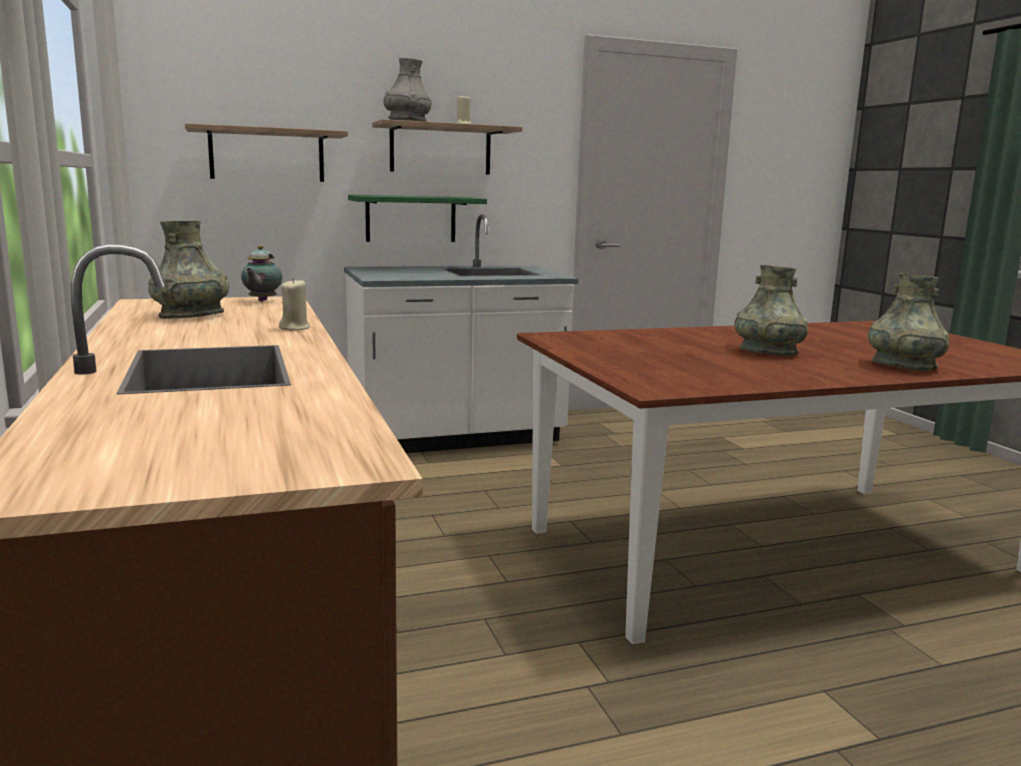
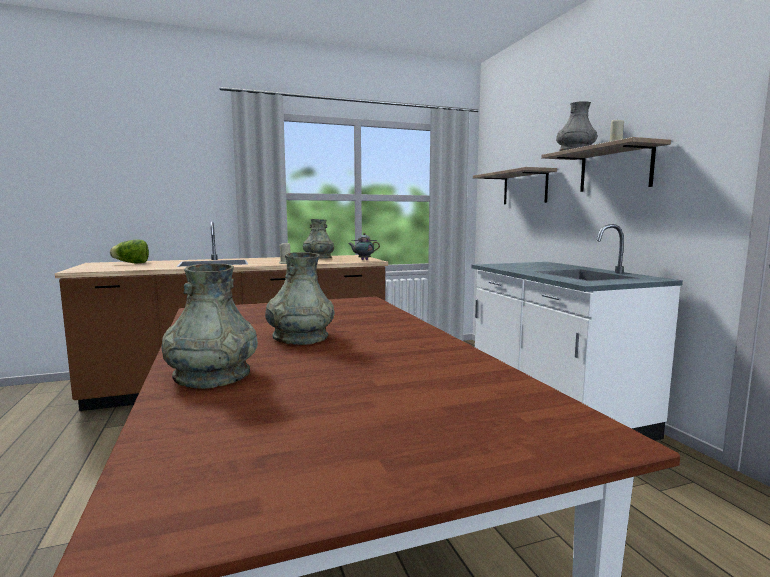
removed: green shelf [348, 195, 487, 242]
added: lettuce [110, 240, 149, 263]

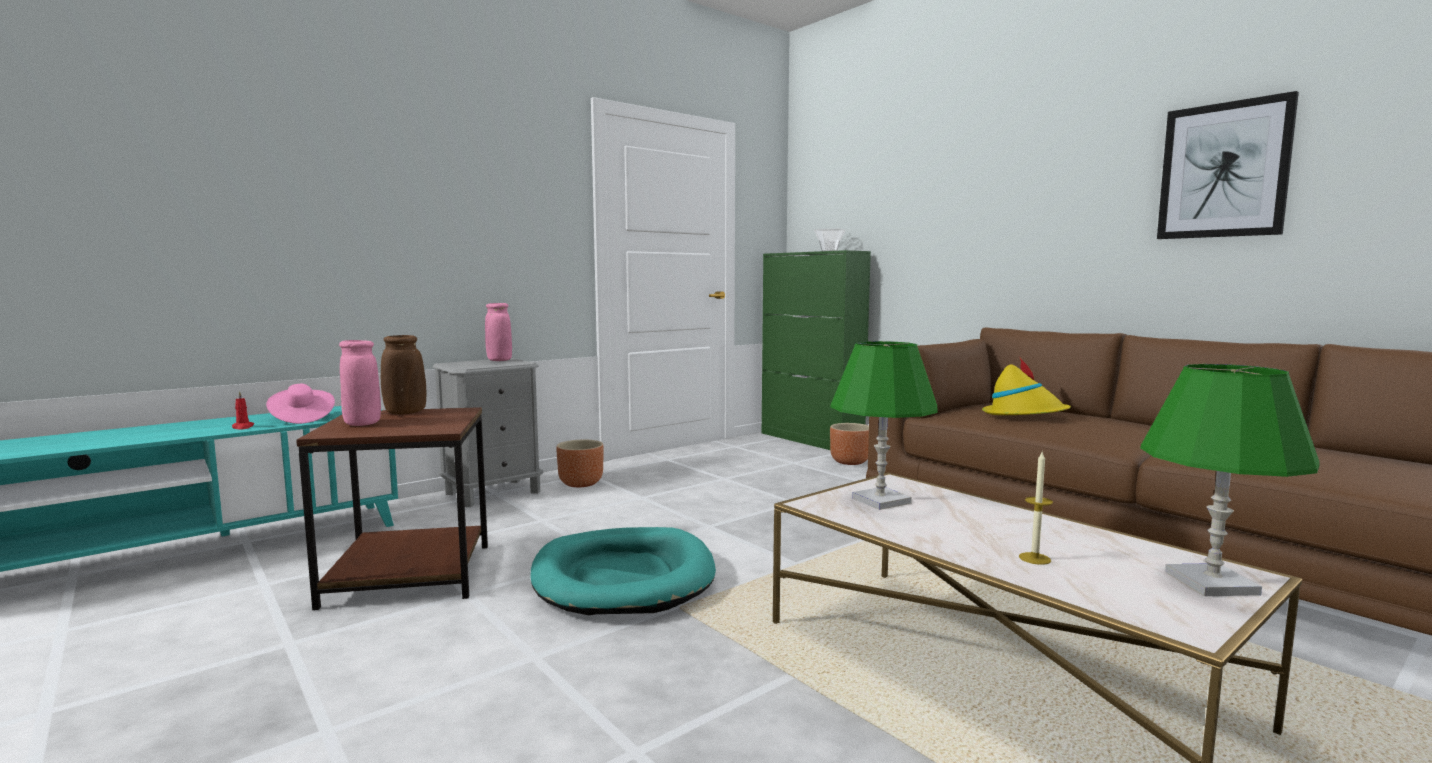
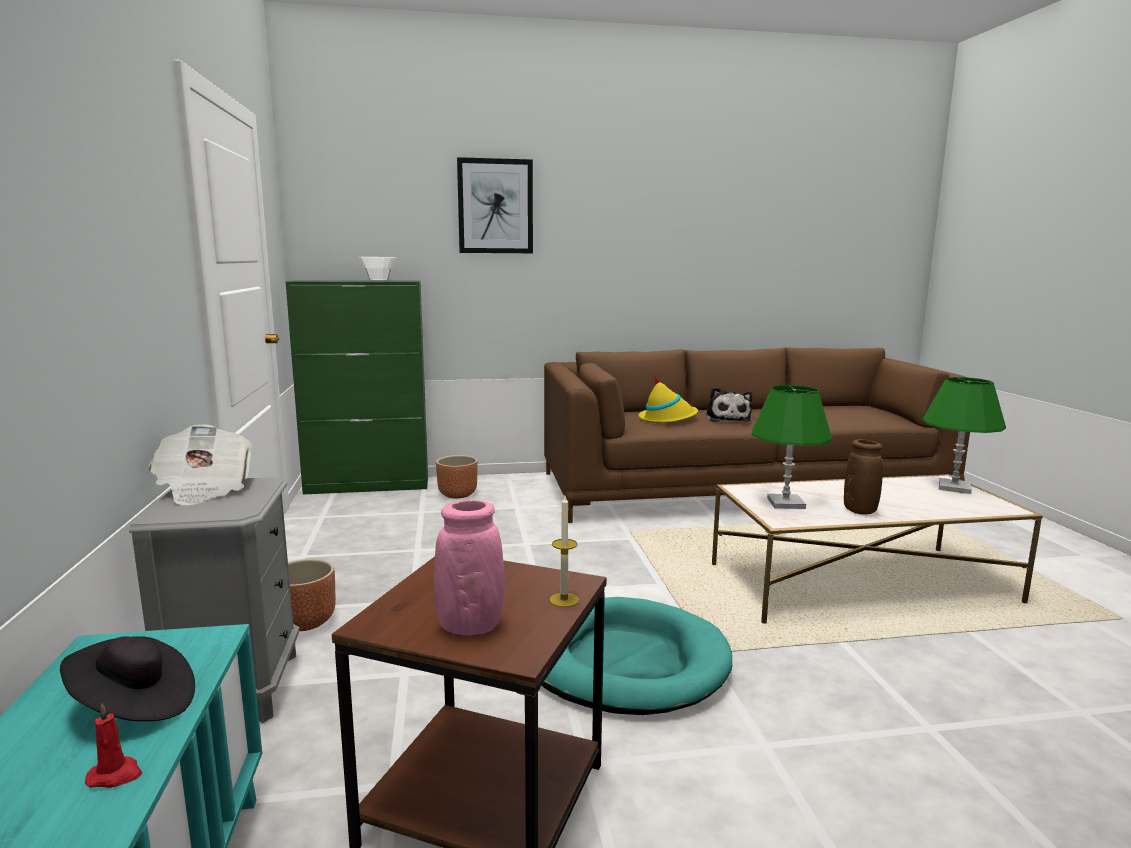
added: plush toy [706, 387, 752, 422]
moved: picture [1157, 91, 1299, 239] to [457, 157, 533, 253]; candle [1019, 450, 1053, 565] to [549, 496, 579, 607]; brown vase [381, 335, 426, 415] to [844, 439, 883, 515]
replaced: pink vase [485, 303, 512, 361] to newspaper [149, 424, 253, 506]
recoloured: pink hat [266, 384, 335, 424] to black hat [60, 636, 195, 721]

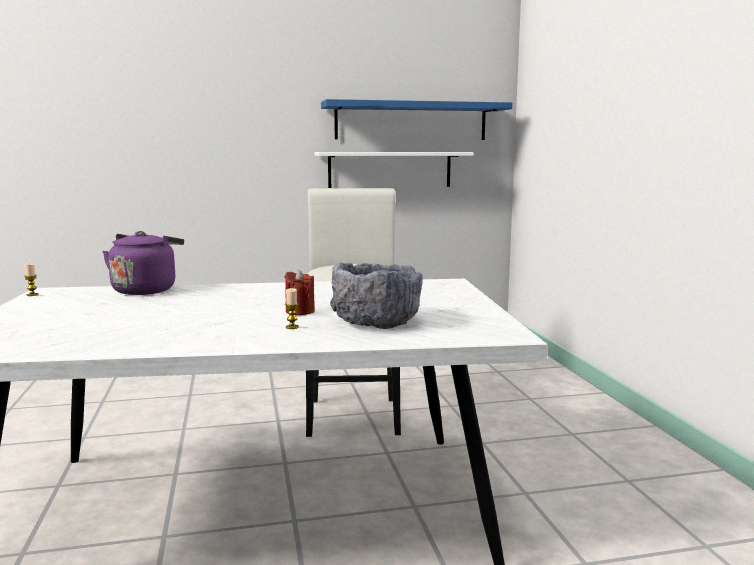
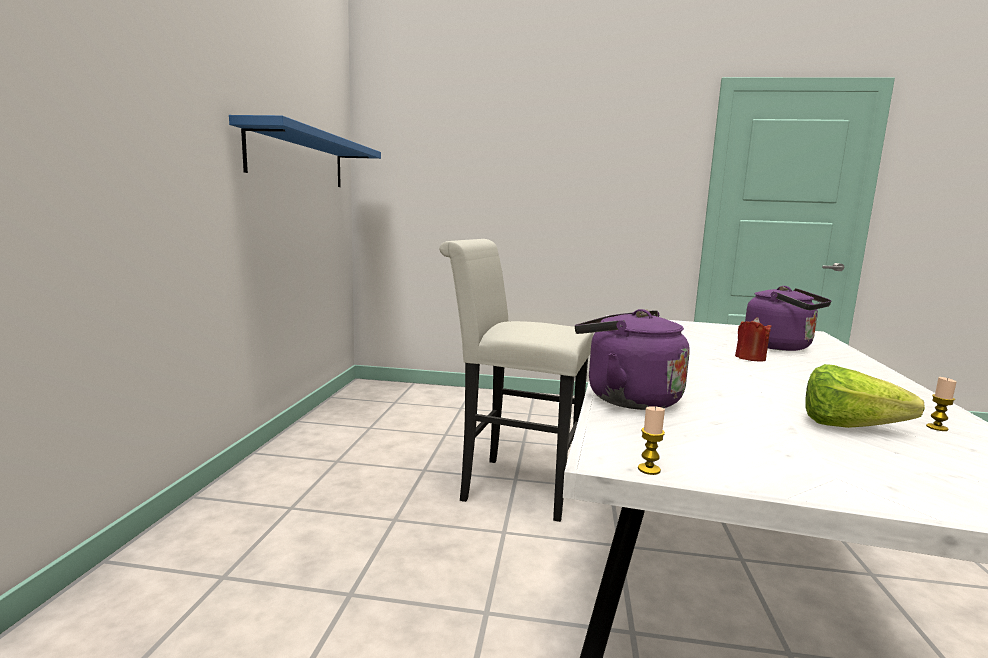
removed: white shelf [315, 152, 473, 188]
added: lettuce [805, 364, 925, 428]
moved: candle [285, 288, 299, 329] to [926, 377, 956, 431]
replaced: grey bowl [330, 262, 423, 329] to purple kettle [745, 286, 831, 351]

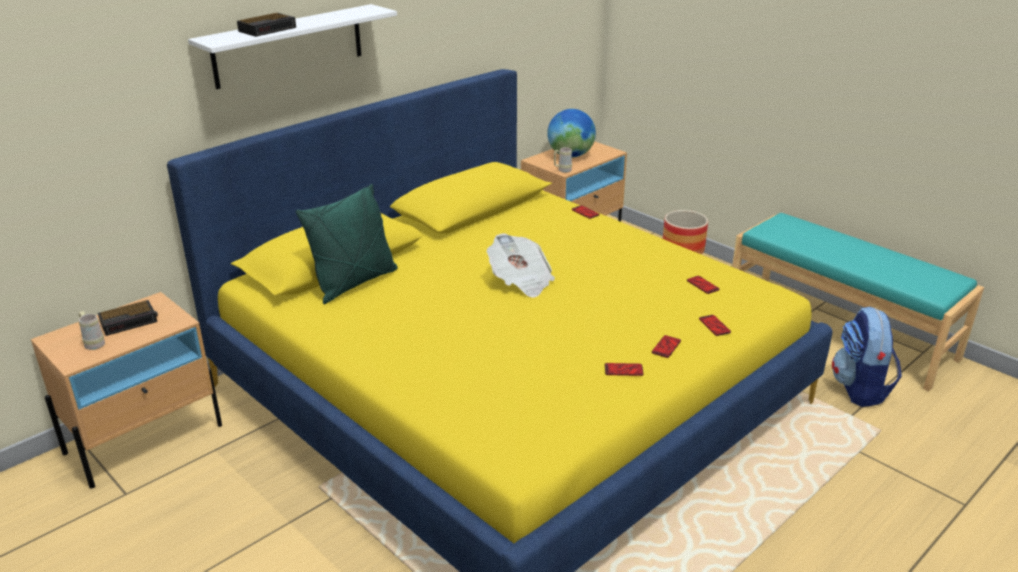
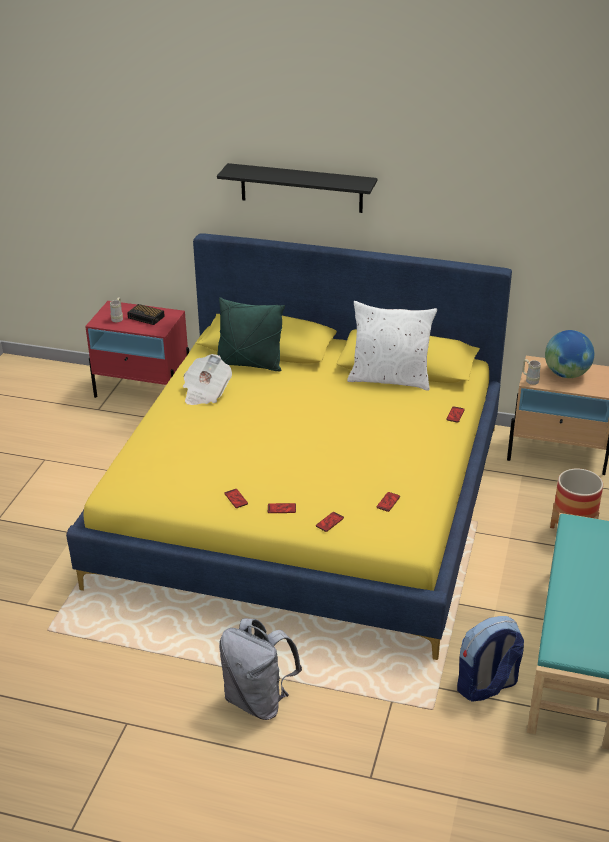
removed: alarm clock [237, 13, 296, 37]
added: grey backpack [219, 618, 302, 720]; white pillow [347, 301, 437, 391]
moved: newspaper [487, 233, 555, 298] to [183, 354, 232, 405]
recoloured: beige nightstand [31, 292, 222, 489] to red nightstand [85, 301, 189, 398]; white shelf [188, 4, 397, 89] to black shelf [217, 163, 377, 213]

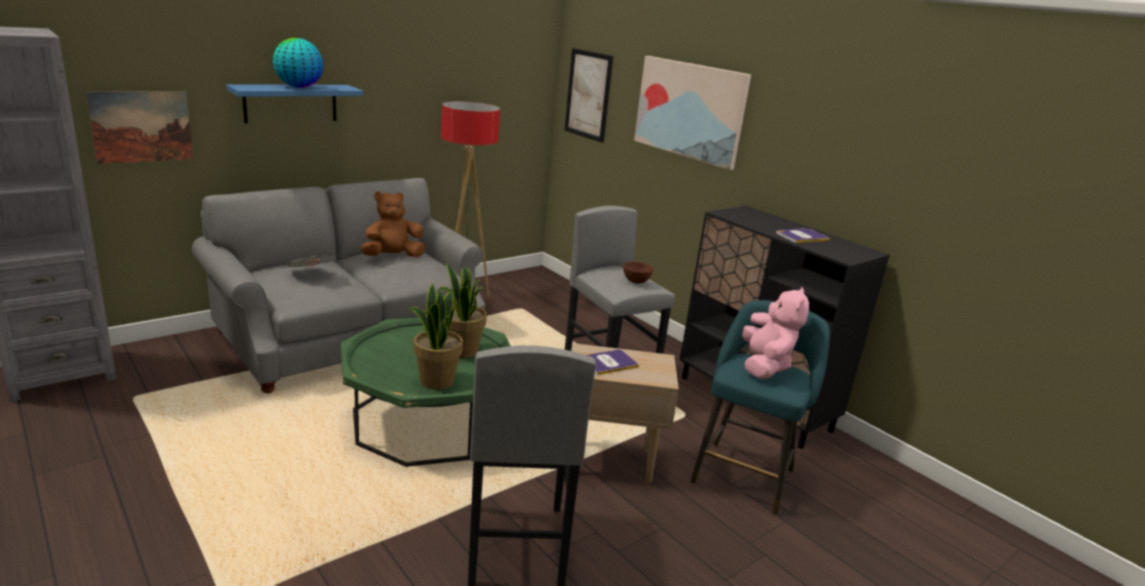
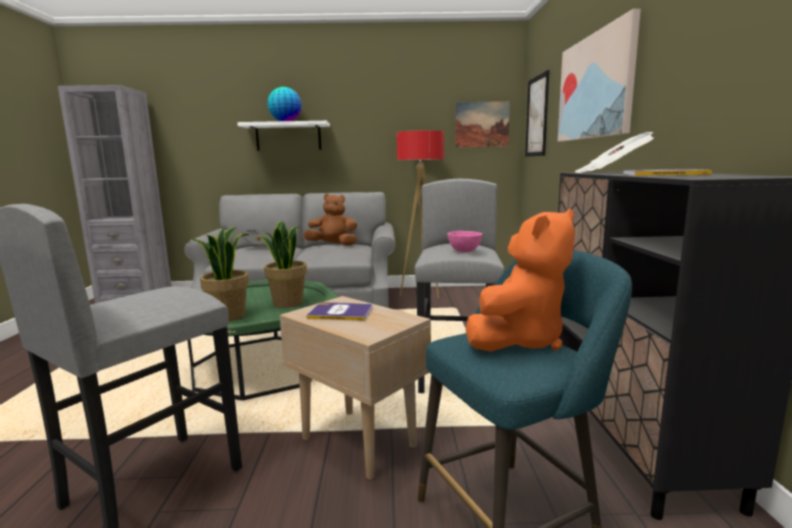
added: newspaper [575, 132, 654, 173]
moved: picture [86, 91, 194, 164] to [455, 101, 510, 147]
recoloured: blue shelf [226, 84, 363, 123] to white shelf [237, 121, 330, 151]; brown bowl [623, 262, 653, 284] to pink bowl [448, 231, 482, 252]; pink plush toy [742, 287, 809, 379] to orange plush toy [466, 209, 575, 352]

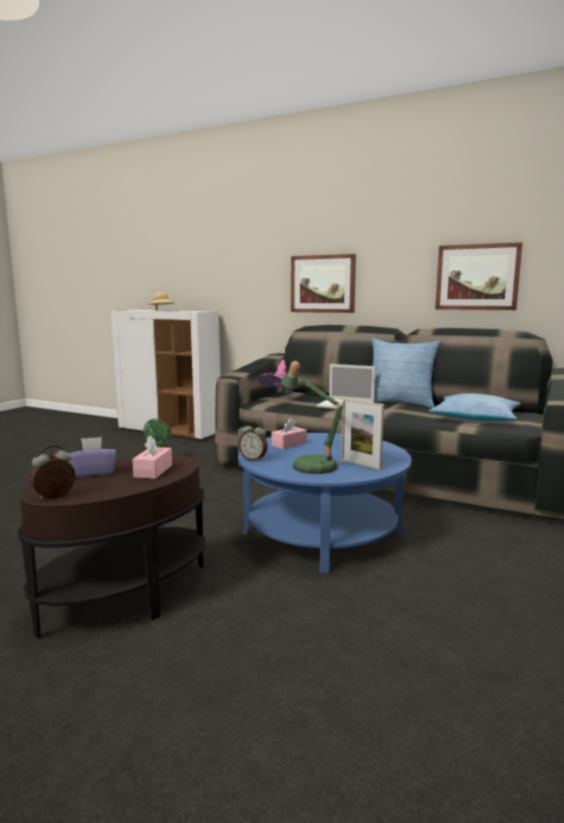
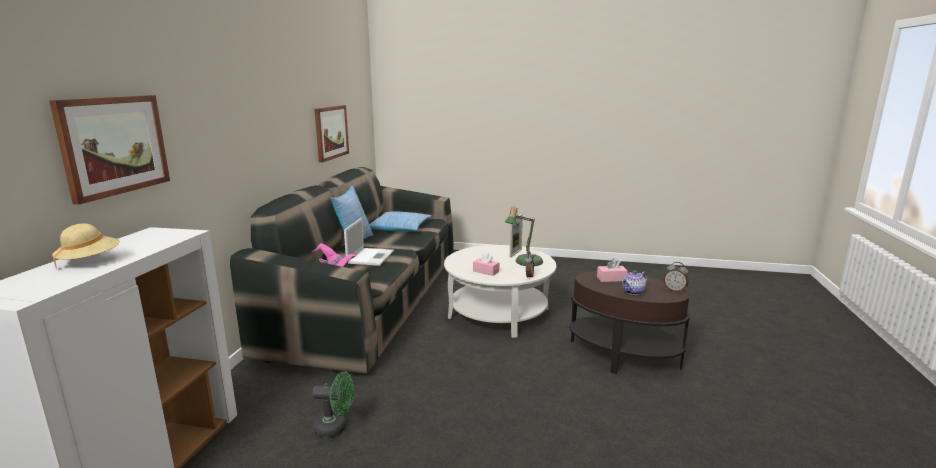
moved: picture [291, 254, 356, 313] to [49, 95, 170, 205]
replaced: purple tissue box [68, 437, 117, 477] to teapot [622, 271, 647, 295]
recoloured: blue coffee table [238, 433, 411, 573] to white coffee table [444, 245, 556, 338]

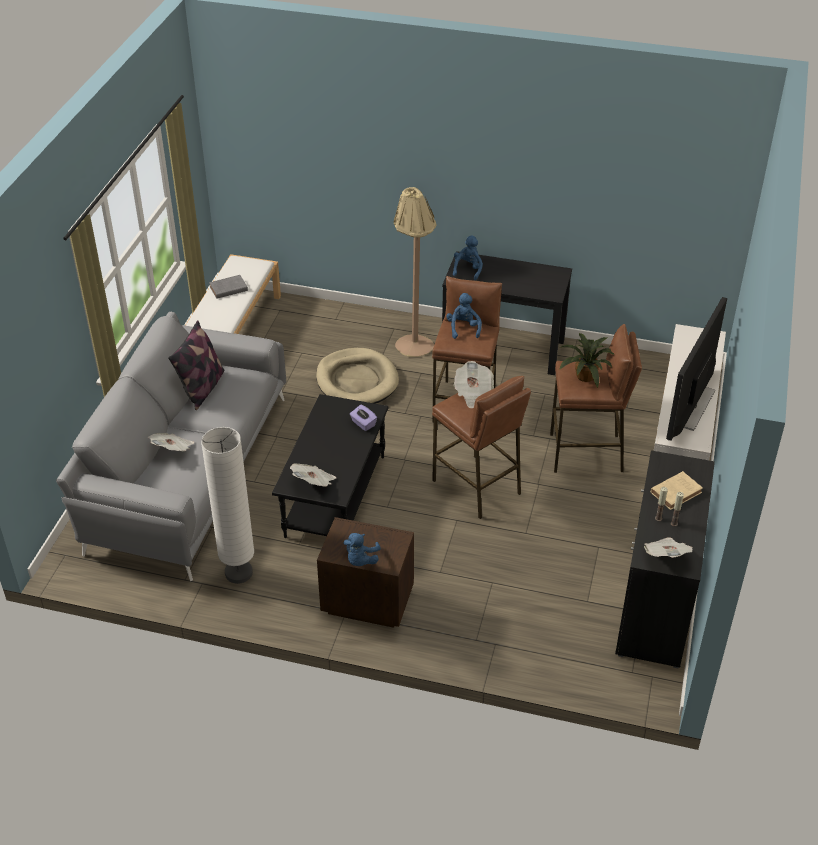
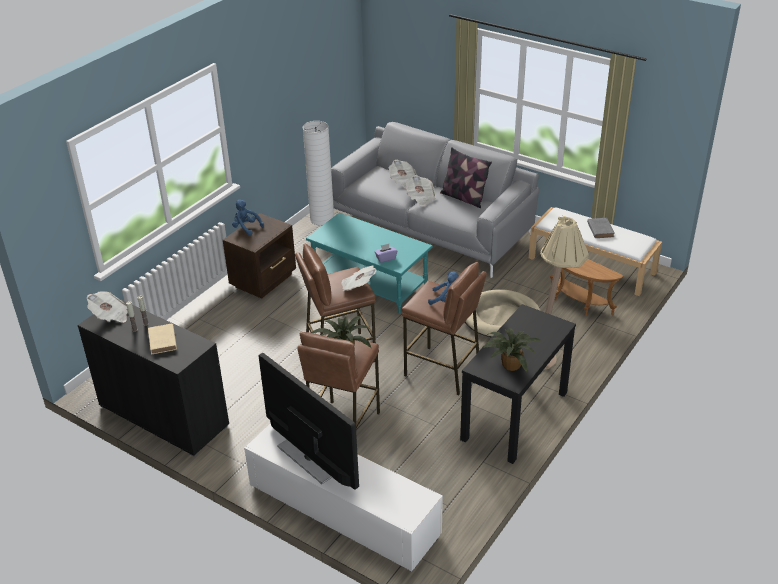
removed: blue plush toy [453, 236, 483, 280]
added: potted plant [482, 328, 540, 372]; brown side table [550, 259, 624, 316]
moved: newspaper [290, 464, 336, 487] to [406, 175, 436, 207]
recoloured: black coffee table [272, 394, 388, 538] to turquoise coffee table [306, 212, 433, 314]

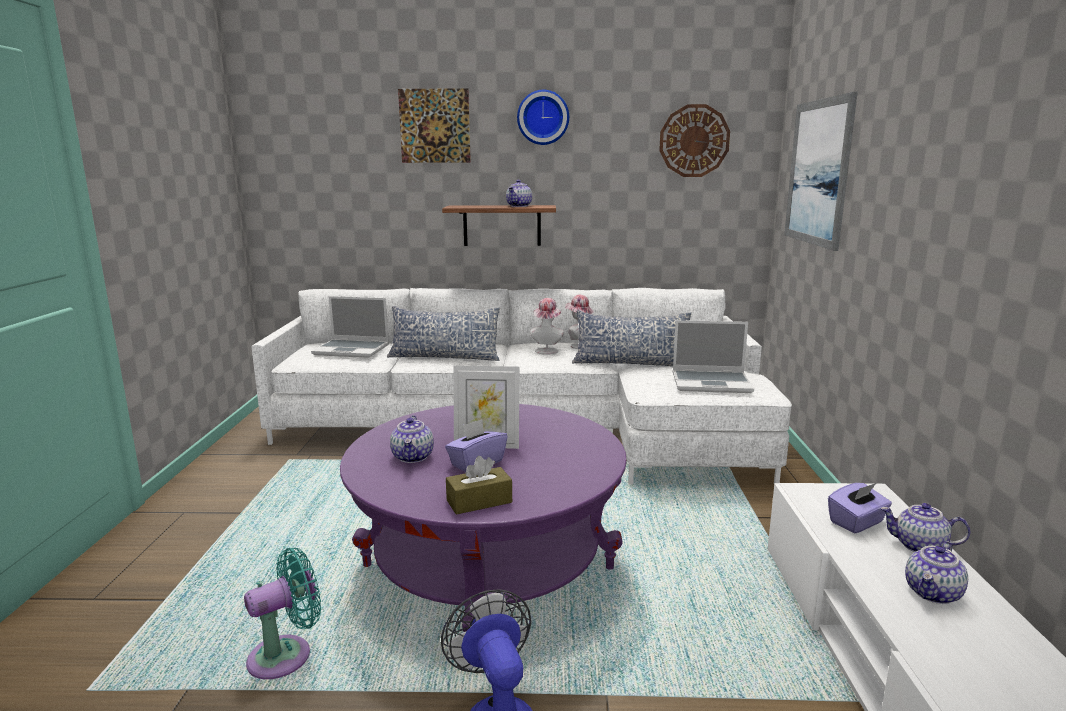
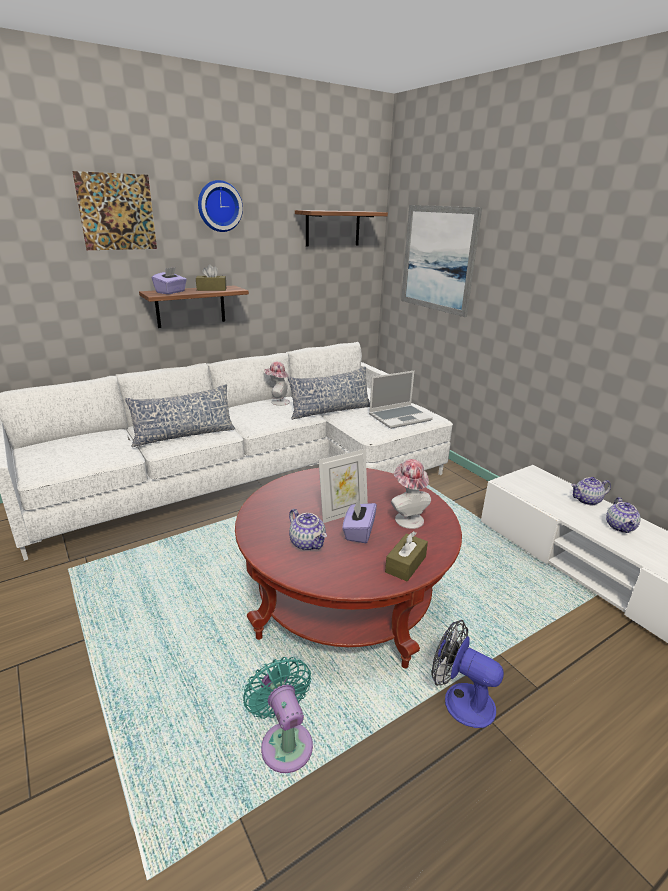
removed: laptop [311, 296, 389, 358]
moved: purple tissue box [828, 483, 892, 533] to [152, 267, 187, 294]; hat [530, 298, 564, 355] to [391, 459, 431, 529]
replaced: teapot [506, 180, 532, 207] to brown tissue box [196, 264, 226, 291]; wall clock [659, 104, 730, 177] to shelf [295, 210, 388, 247]
recoloured: purple coffee table [340, 404, 627, 632] to red coffee table [235, 468, 462, 668]
turned: turquoise fan [244, 548, 321, 679] = [243, 657, 313, 773] 45 degrees counterclockwise

